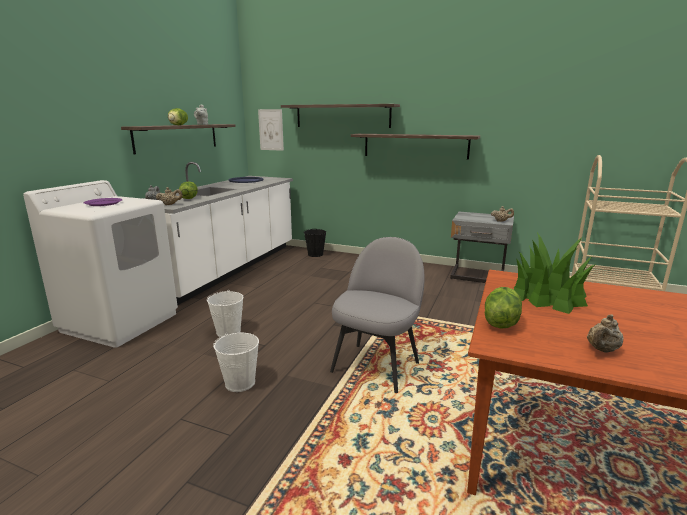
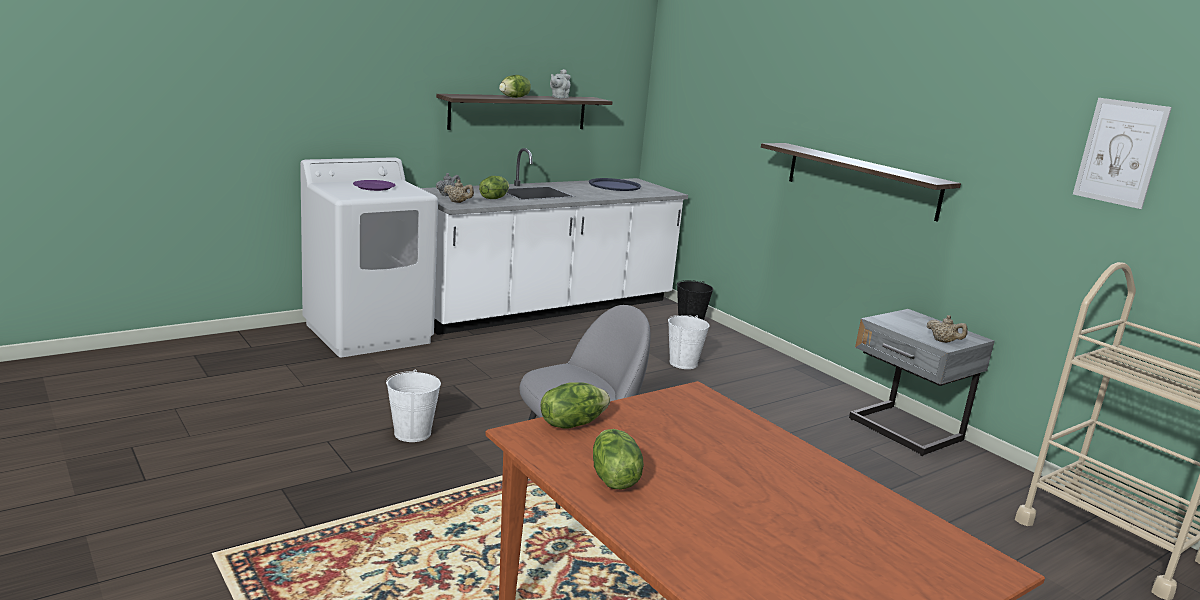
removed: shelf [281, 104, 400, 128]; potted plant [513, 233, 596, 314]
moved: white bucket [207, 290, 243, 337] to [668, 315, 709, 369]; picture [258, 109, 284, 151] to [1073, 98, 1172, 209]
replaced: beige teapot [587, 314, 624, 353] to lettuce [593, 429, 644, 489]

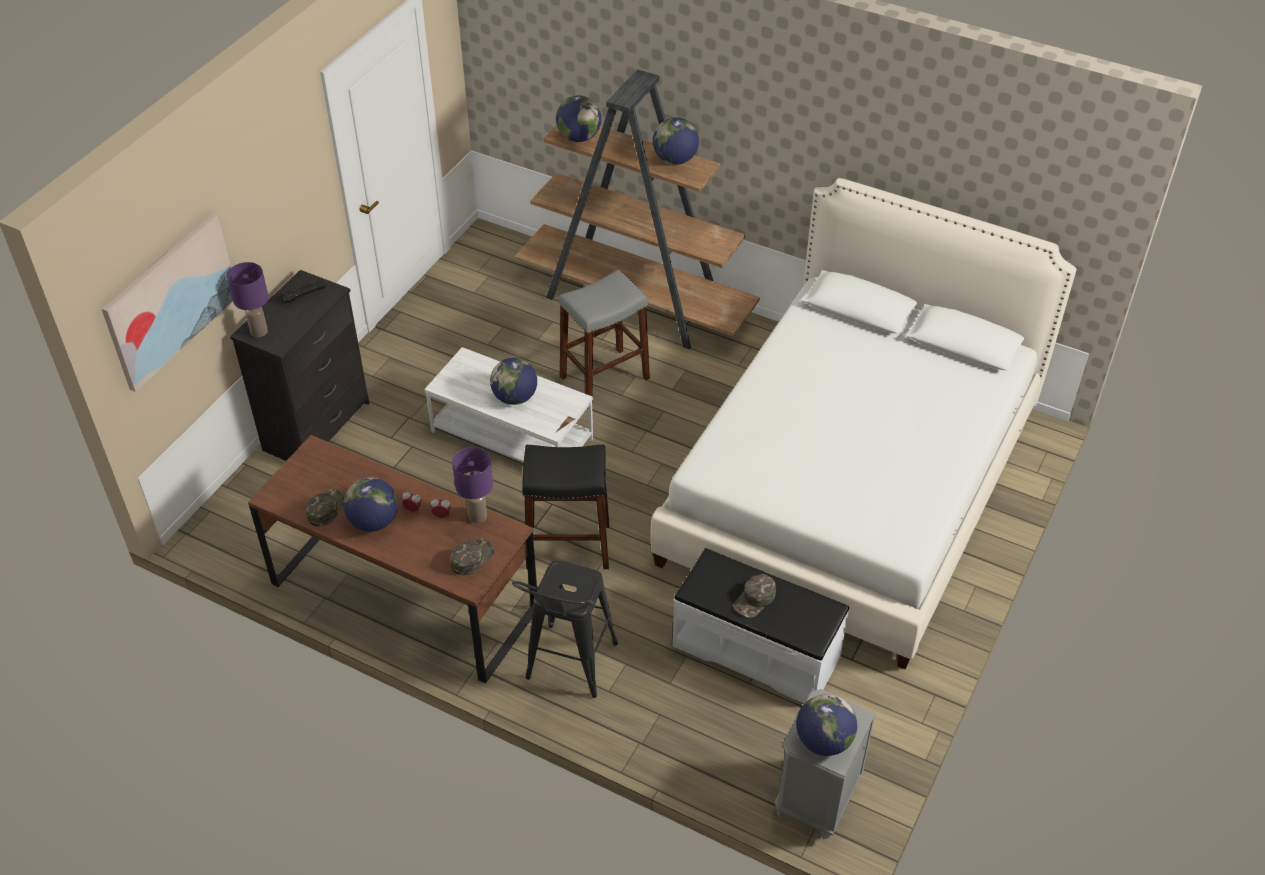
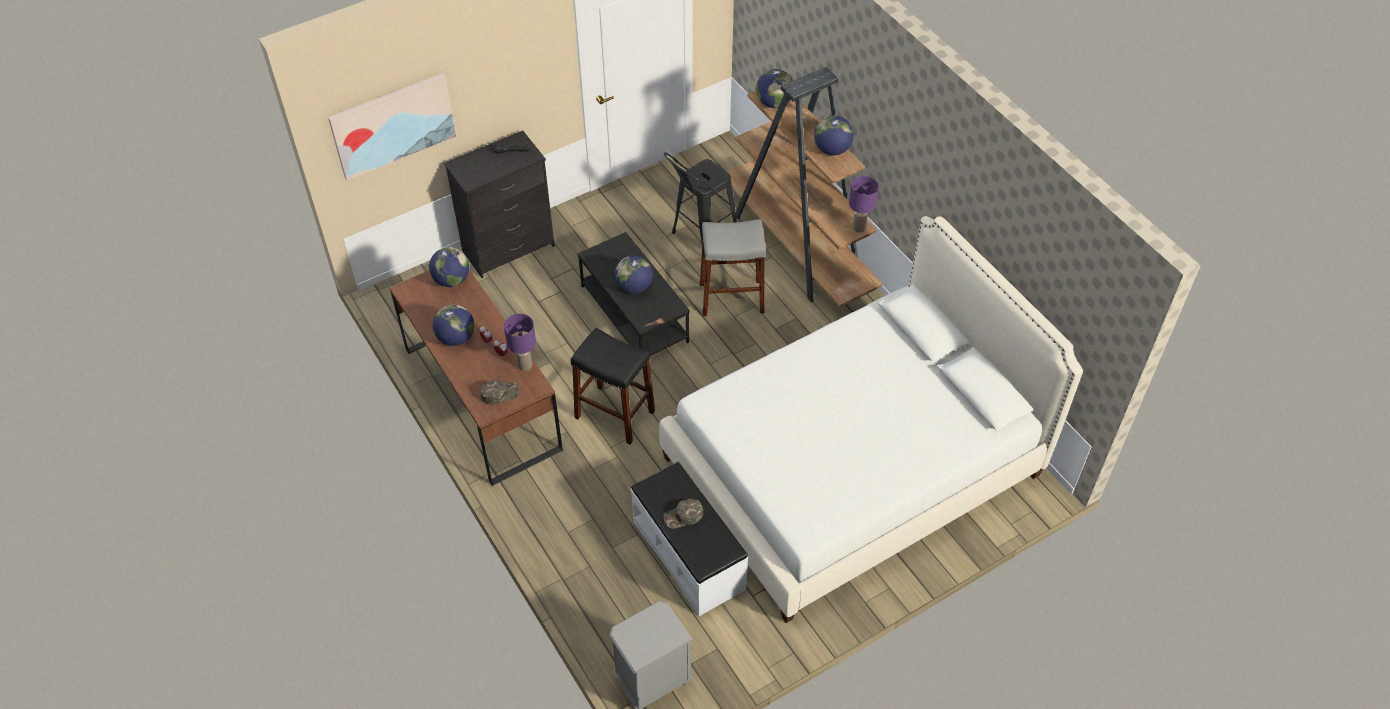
removed: green cap [306, 489, 345, 526]
moved: globe [796, 694, 857, 756] to [429, 247, 469, 287]; black stool [512, 561, 618, 698] to [664, 152, 737, 243]; purple table lamp [227, 262, 269, 337] to [849, 176, 879, 233]
recoloured: white coffee table [424, 347, 593, 463] to black coffee table [578, 232, 690, 356]

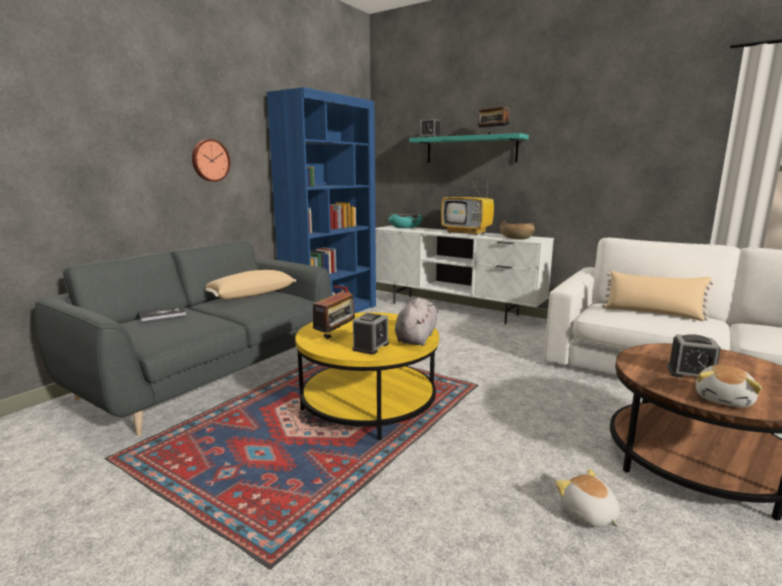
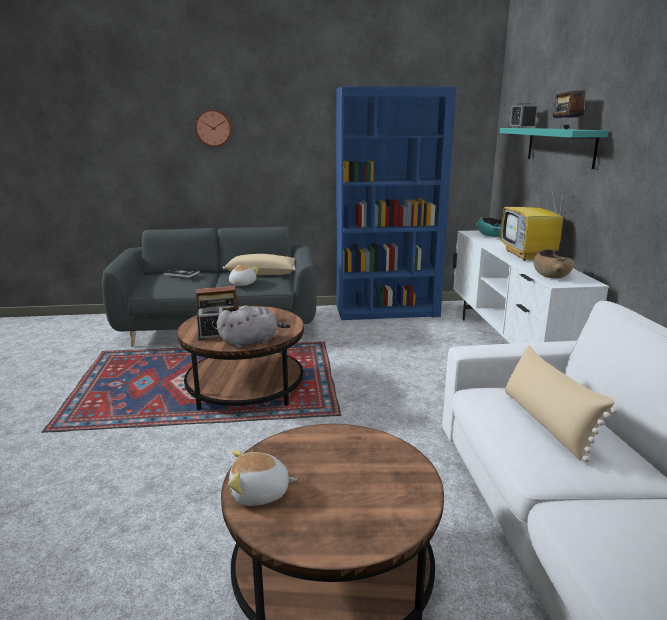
removed: alarm clock [667, 334, 721, 378]
moved: wall clock [192, 139, 231, 182] to [195, 109, 232, 147]; plush toy [556, 469, 620, 528] to [229, 265, 259, 286]
recoloured: yellow coffee table [295, 312, 439, 440] to brown coffee table [177, 306, 304, 410]

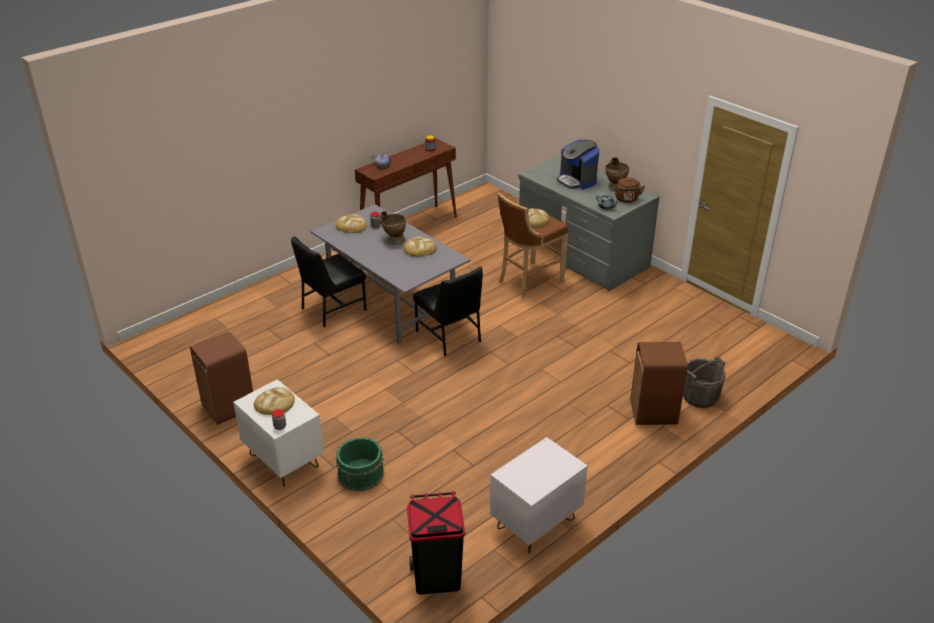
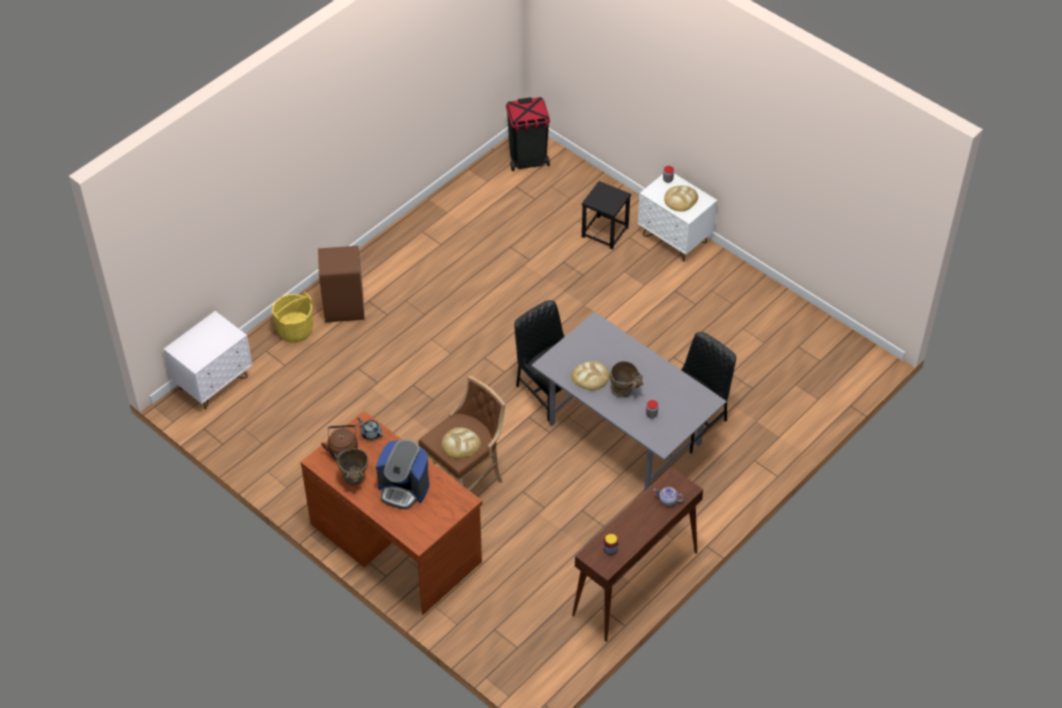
removed: brown trash can [190, 332, 253, 425]; bread [336, 214, 367, 233]
moved: white nightstand [490, 437, 588, 553] to [164, 311, 252, 410]
replaced: green bucket [336, 437, 384, 492] to black stool [582, 181, 631, 249]
recoloured: grey bucket [683, 356, 726, 408] to yellow bucket [271, 292, 313, 343]; grey desk [518, 155, 660, 292] to brown desk [301, 411, 483, 615]
turned: coffee machine [557, 140, 599, 190] = [376, 439, 430, 509] 150 degrees clockwise

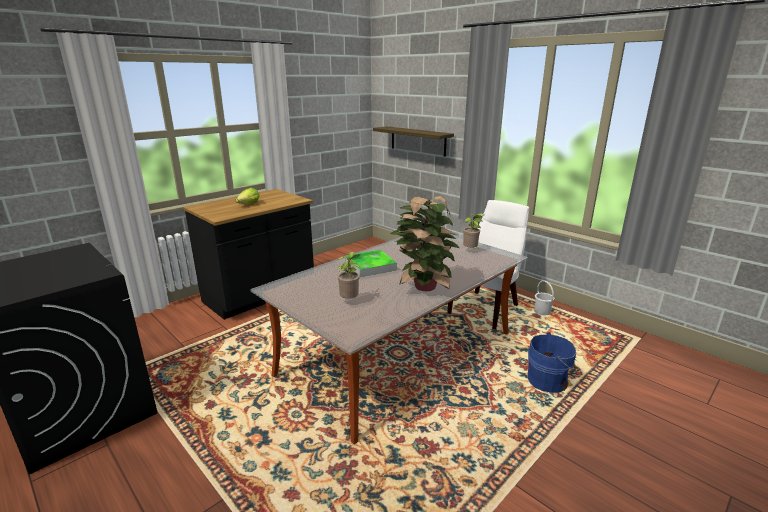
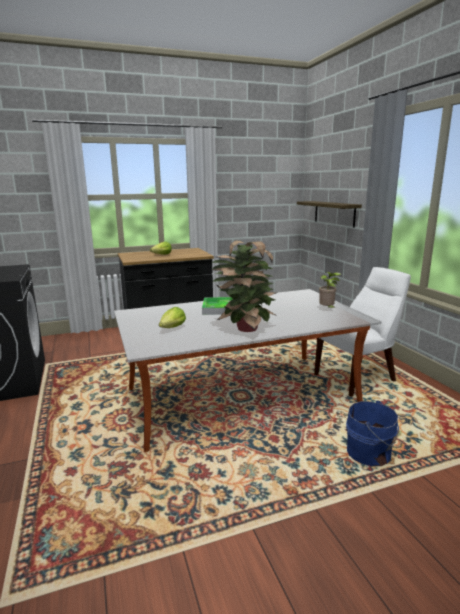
removed: white bucket [534, 280, 554, 315]
replaced: potted plant [337, 252, 360, 299] to lettuce [159, 307, 186, 328]

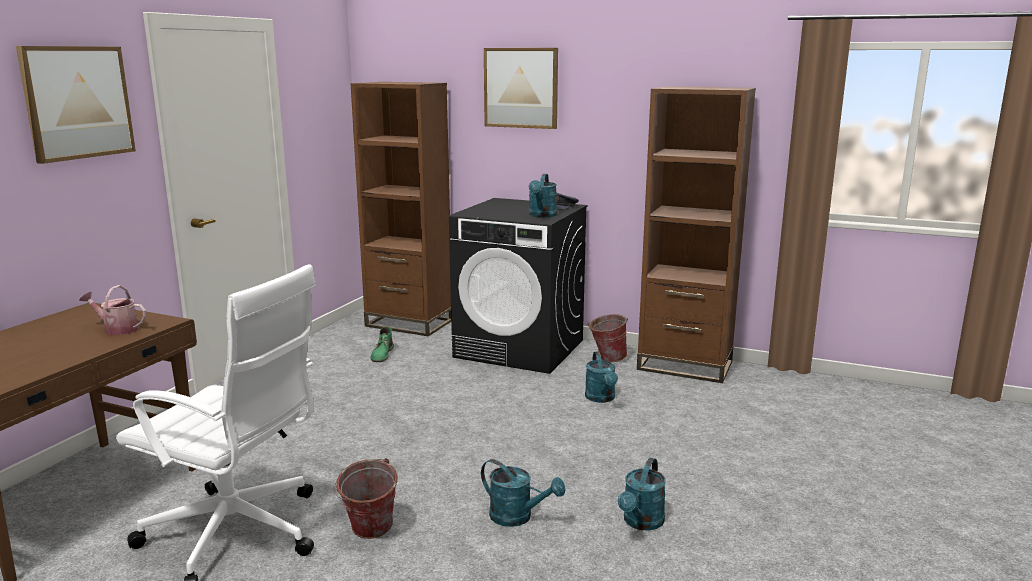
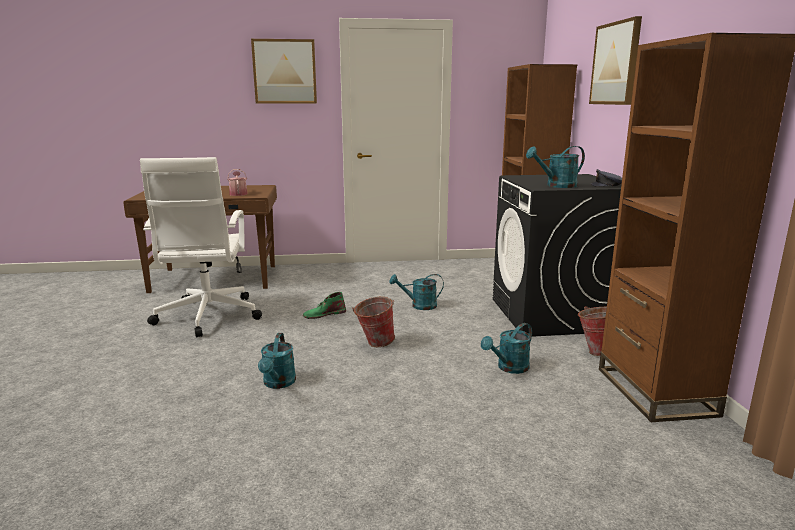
moved: green boot [371, 327, 394, 362] to [303, 292, 346, 319]; bucket [333, 458, 398, 539] to [352, 297, 395, 347]; turquoise watering can [618, 458, 666, 530] to [389, 274, 444, 310]

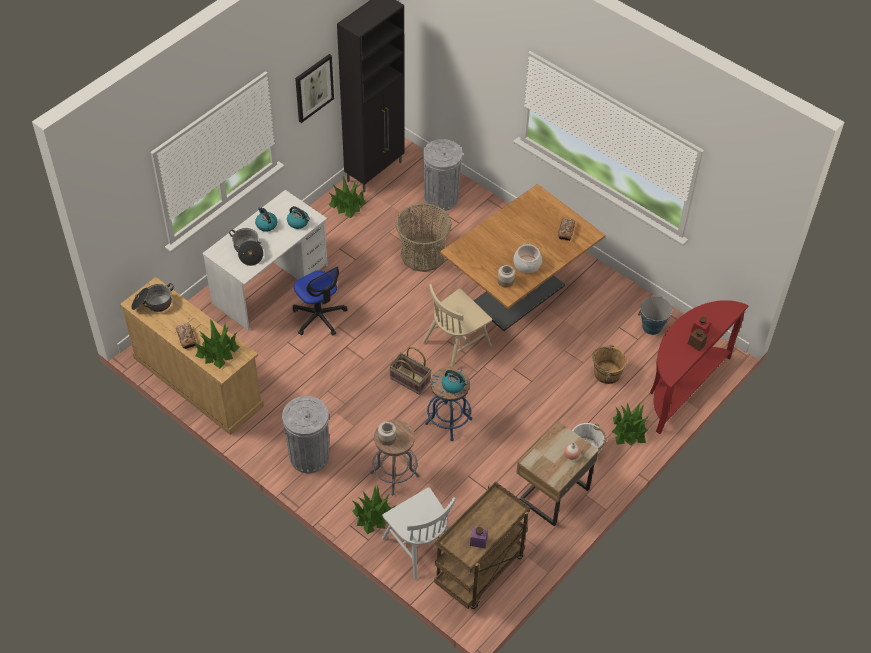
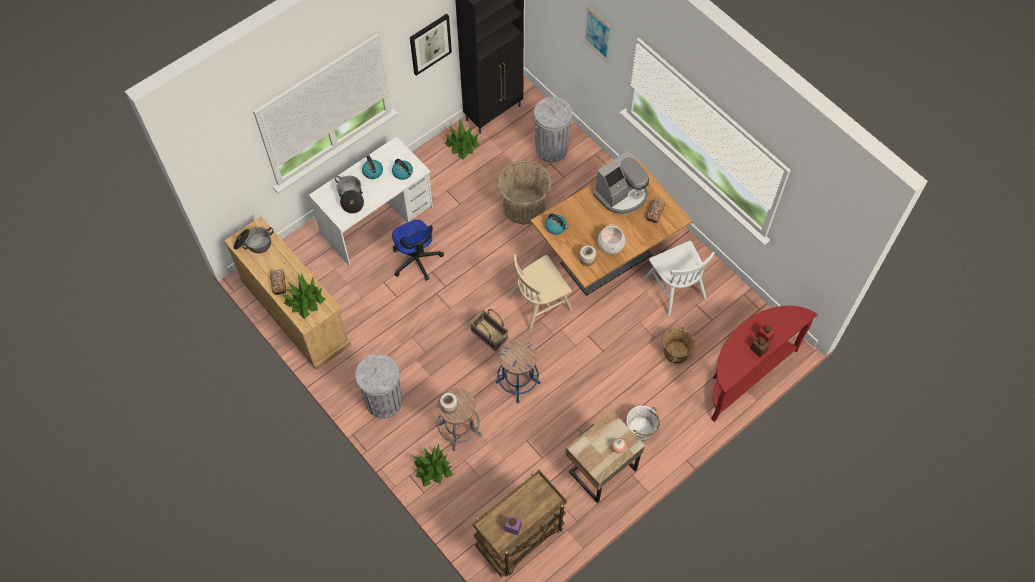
removed: potted plant [612, 403, 649, 446]; bucket [638, 296, 672, 335]
added: picture [584, 6, 611, 62]; coffee machine [593, 150, 649, 214]
moved: kettle [442, 370, 468, 393] to [545, 213, 568, 235]; white chair [382, 487, 456, 580] to [644, 241, 715, 316]

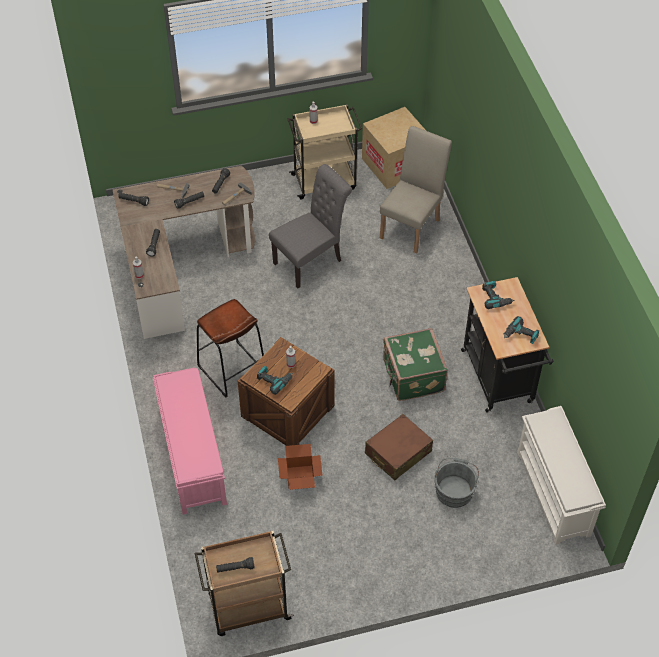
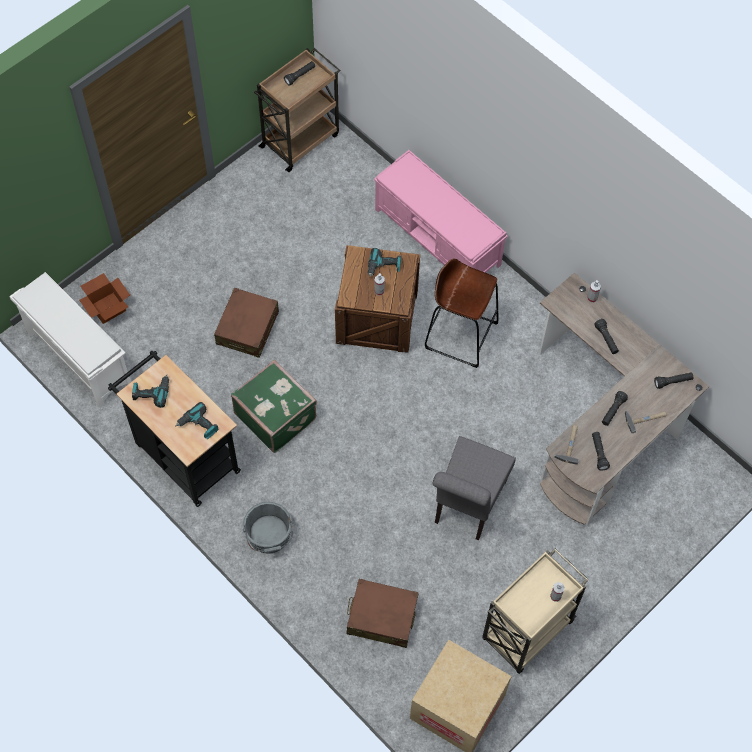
moved: cardboard box [278, 444, 322, 490] to [79, 273, 130, 324]; grey bucket [434, 458, 479, 508] to [243, 502, 293, 553]
replaced: beige chair [380, 126, 452, 254] to brown suitcase [346, 579, 418, 648]

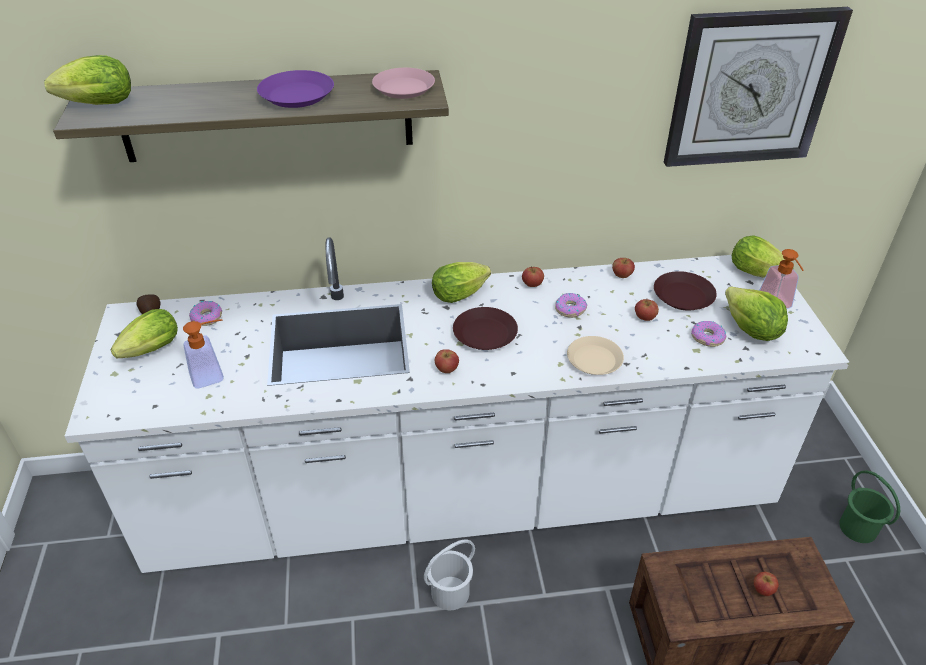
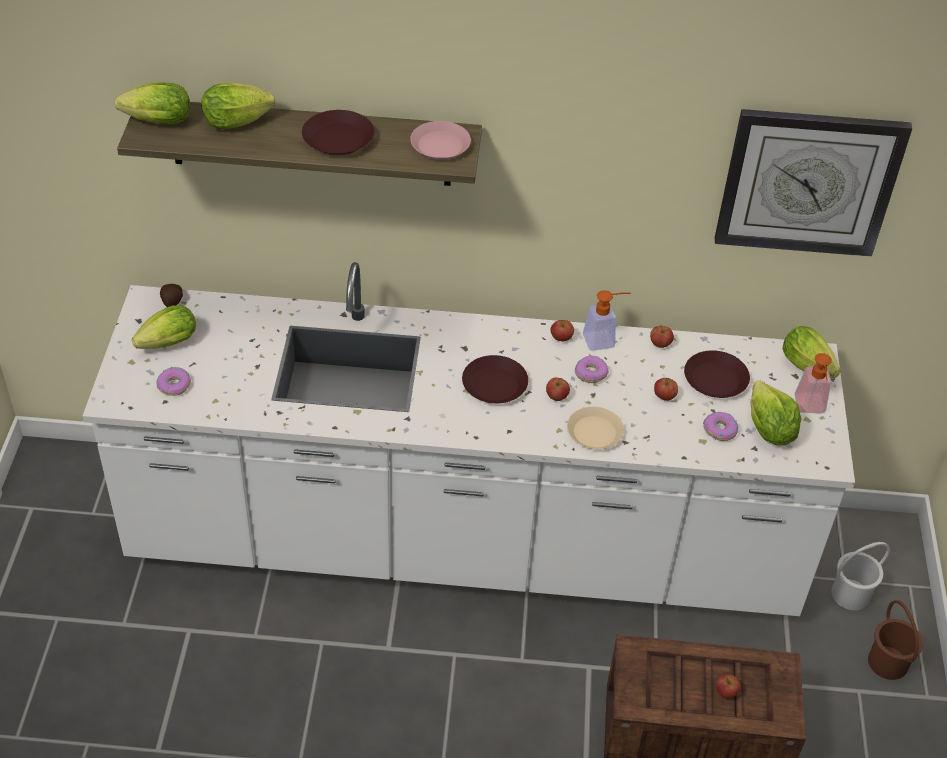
moved: donut [189, 301, 222, 326] to [156, 367, 191, 396]; lettuce [432, 262, 491, 303] to [201, 83, 276, 129]; apple [435, 349, 459, 373] to [546, 377, 570, 401]; soap dispenser [183, 319, 224, 389] to [583, 290, 631, 351]; white bucket [424, 540, 475, 610] to [831, 542, 890, 610]
recoloured: purple plate [257, 70, 334, 108] to brown plate [302, 110, 374, 155]; green bucket [839, 470, 900, 543] to brown bucket [868, 600, 923, 680]

